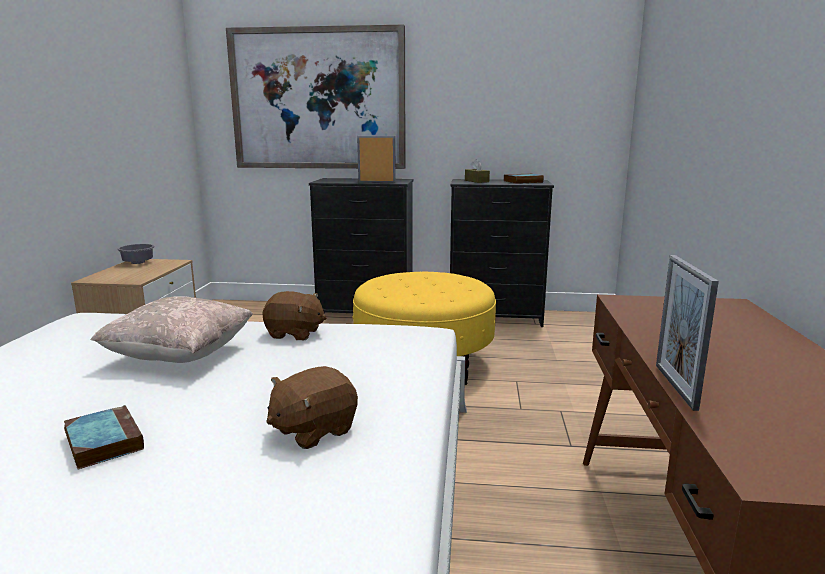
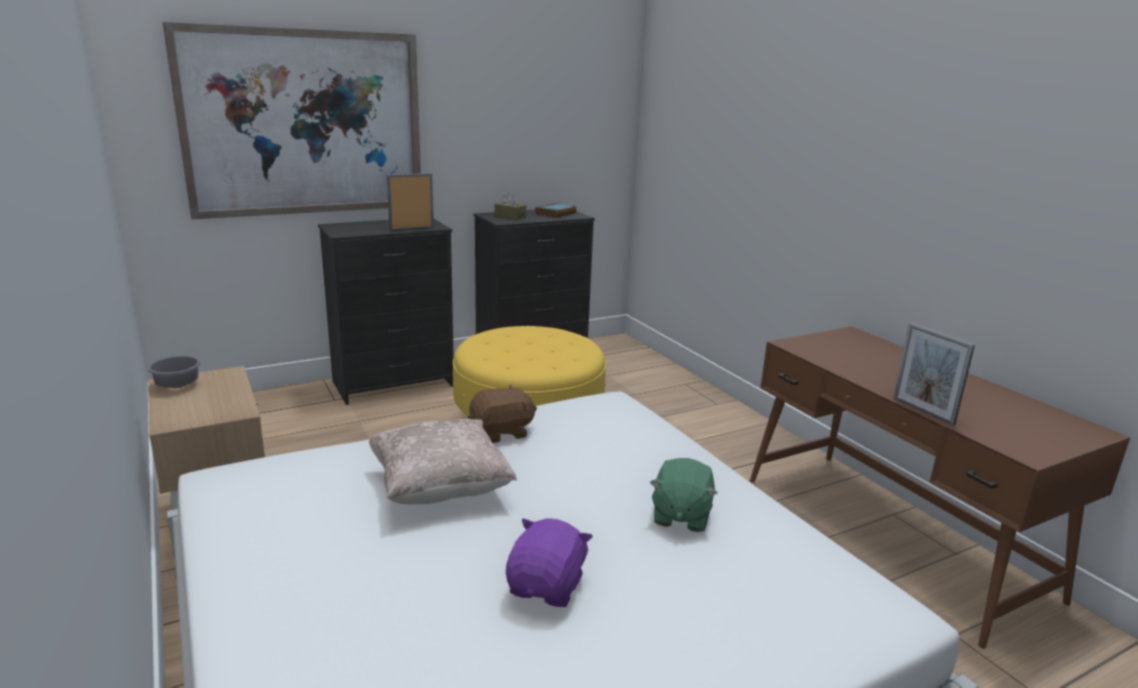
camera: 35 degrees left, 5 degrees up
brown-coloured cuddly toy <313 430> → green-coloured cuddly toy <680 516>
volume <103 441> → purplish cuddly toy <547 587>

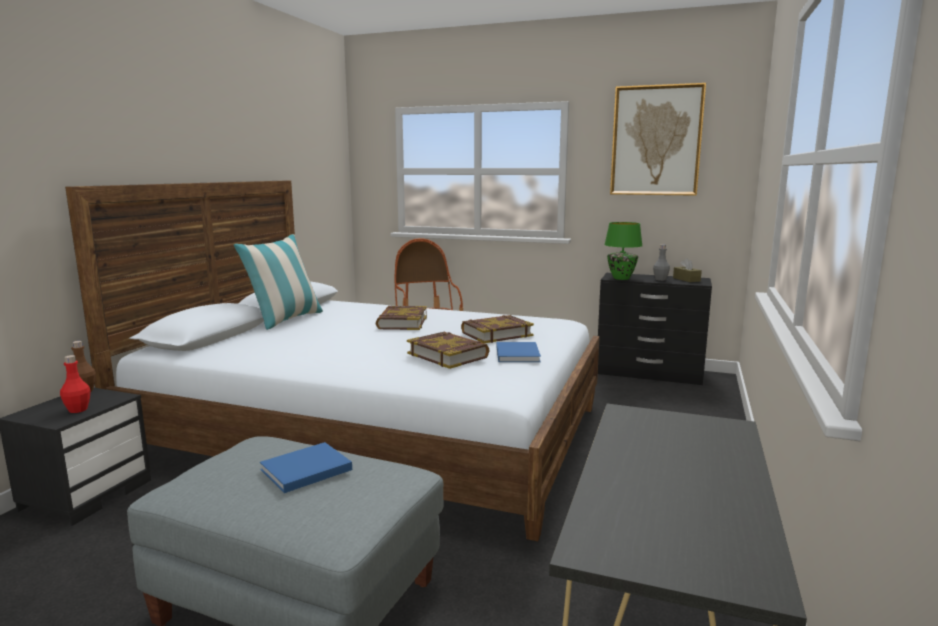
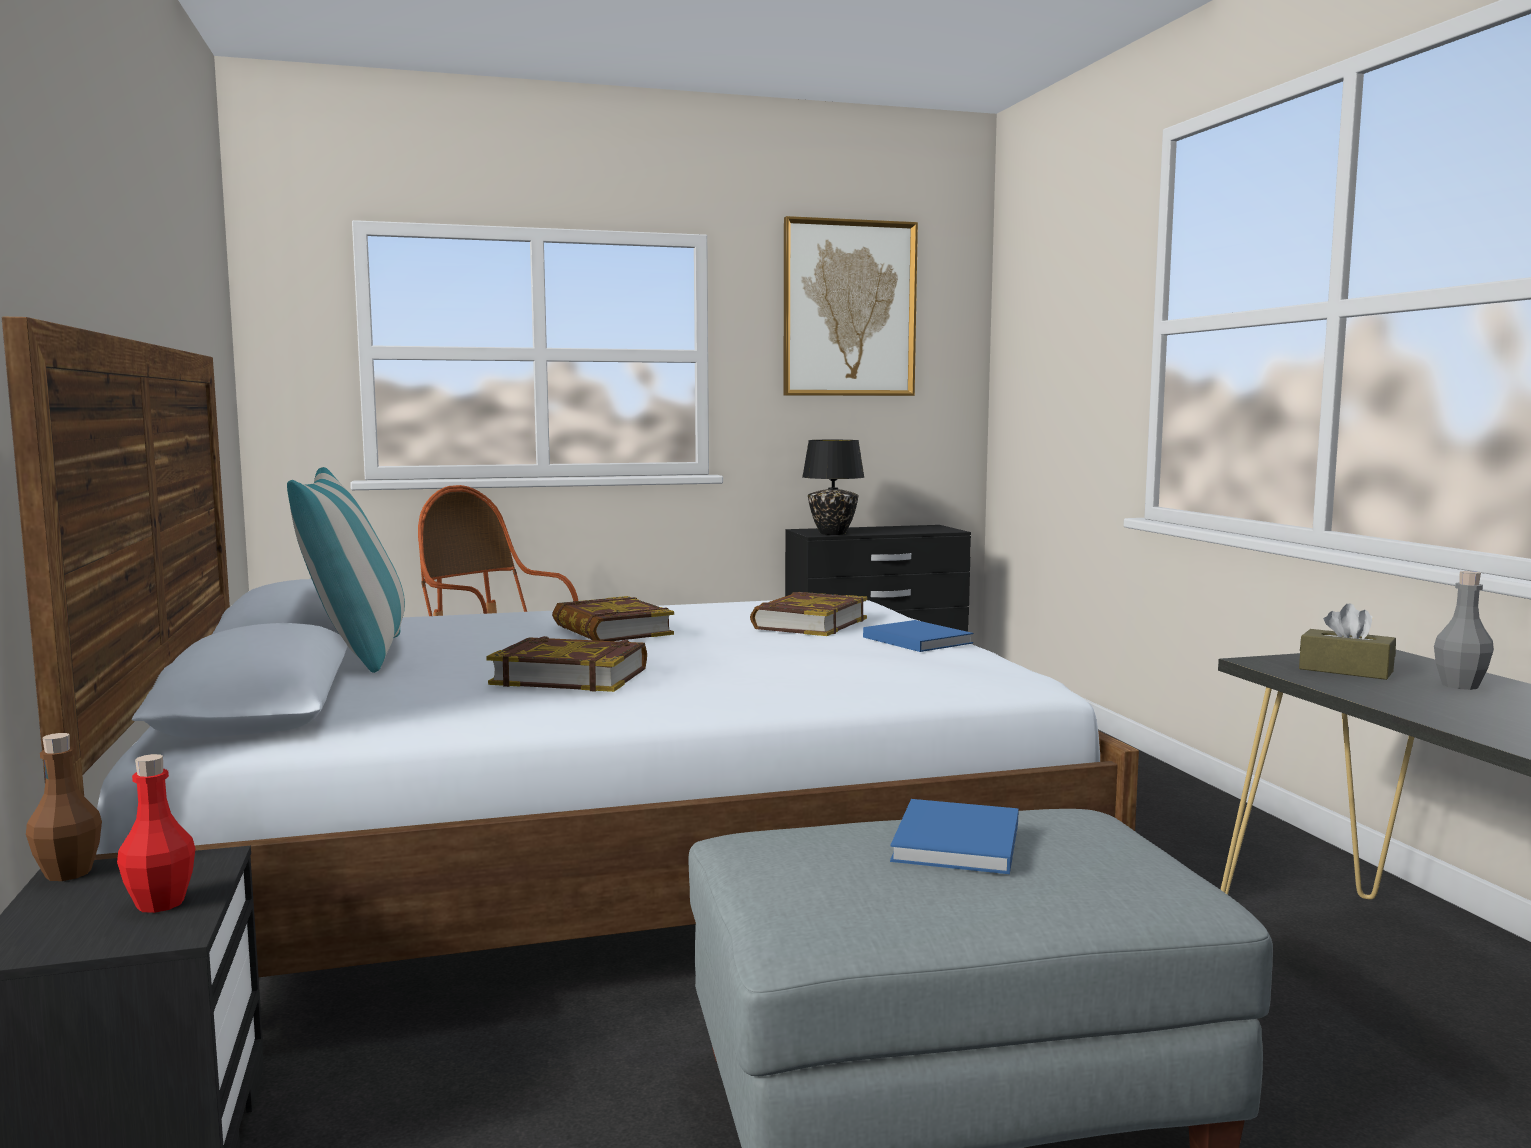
camera: 35 degrees left, 5 degrees down
green-coloured table lamp <620 278> → black-coloured table lamp <832 533>
greyish bottle <660 279> → greyish bottle <1460 685>, shifted
brown-coloured tissue box <686 279> → brown-coloured tissue box <1345 670>, shifted
volume <448 355> → volume <570 676>, shifted

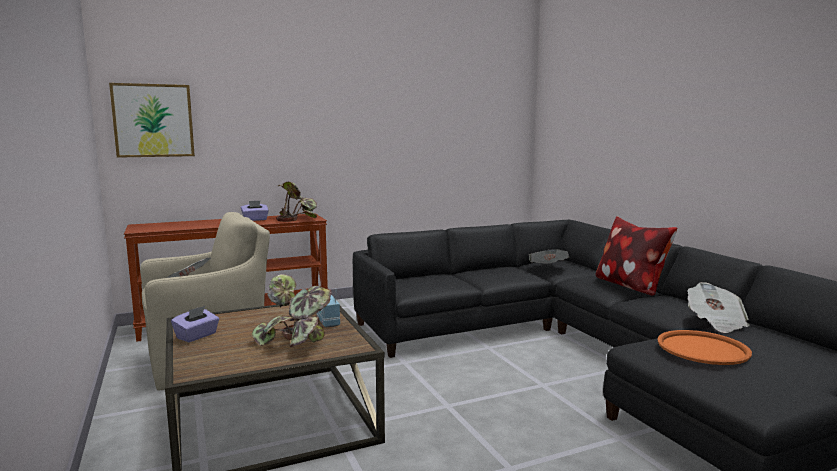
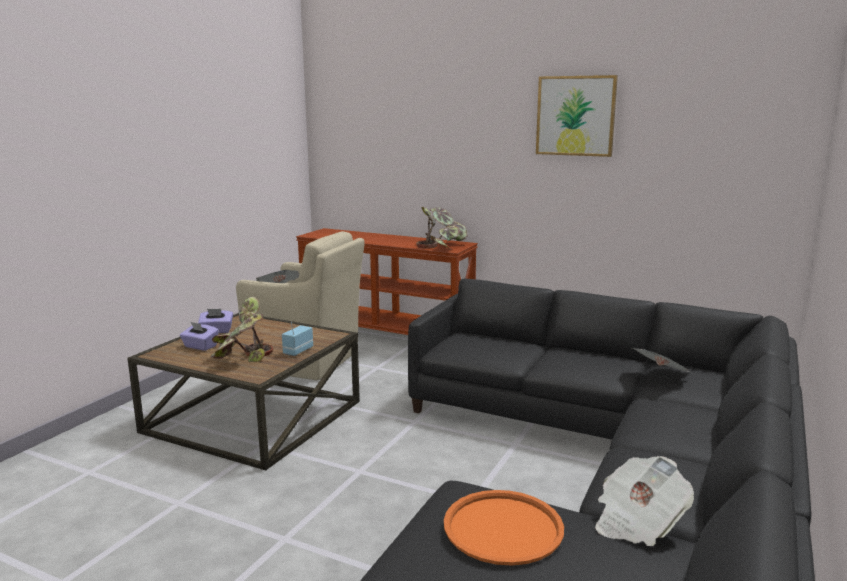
camera: 50 degrees right, 5 degrees up
wall picture <153 120> → wall picture <575 116>, shifted
purplish tissue box <255 219> → purplish tissue box <200 346>, shifted
pillow <630 287> → -

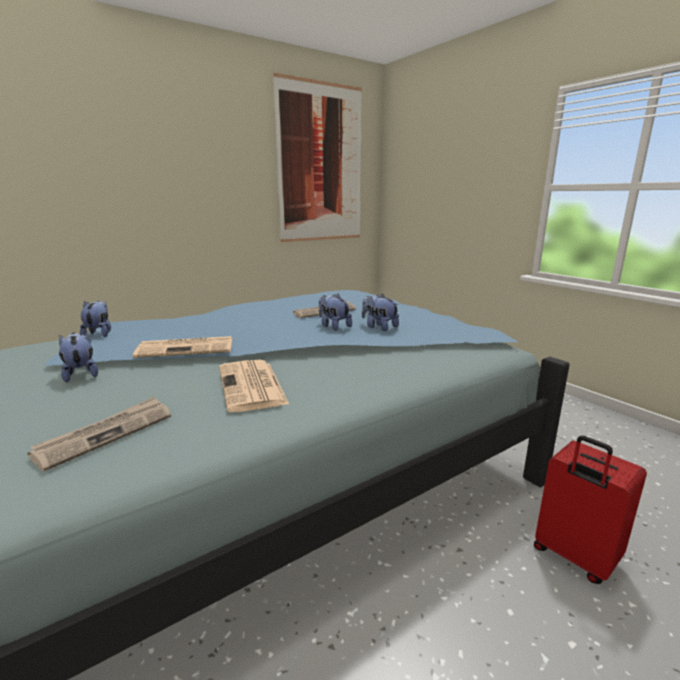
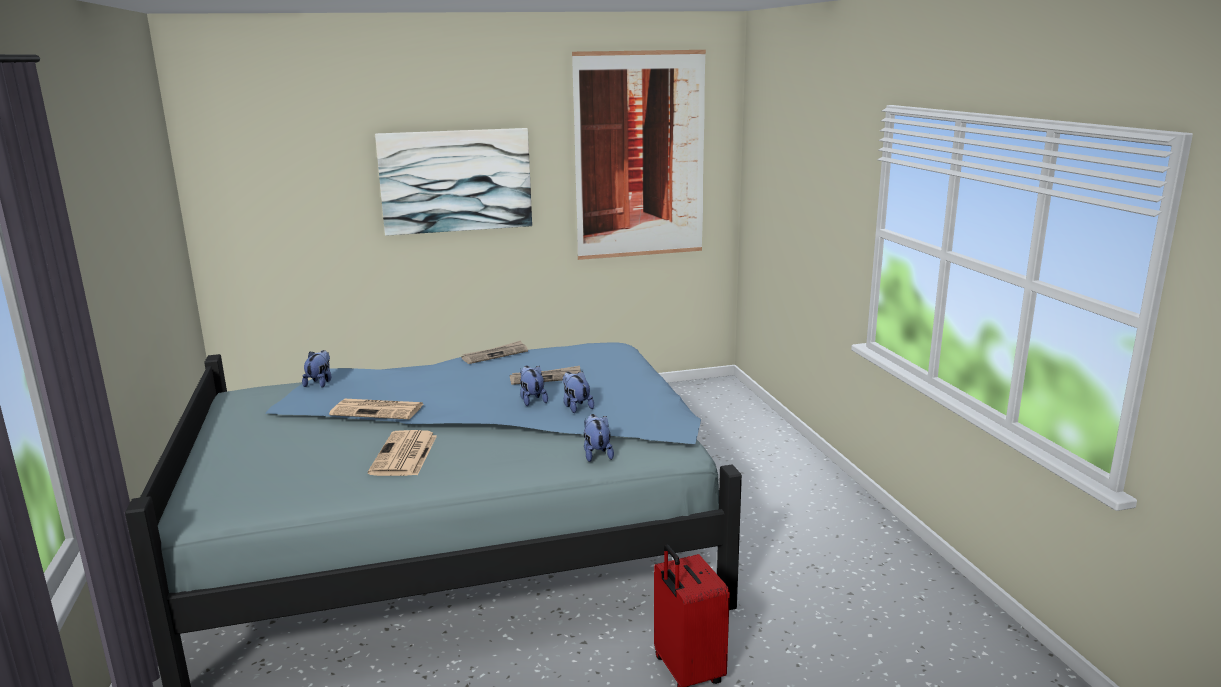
camera: 20 degrees right, 0 degrees up
cuddly toy <81 374> → cuddly toy <596 454>, shifted
daily paper <106 434> → daily paper <495 355>, shifted
- → wall picture <456 181>

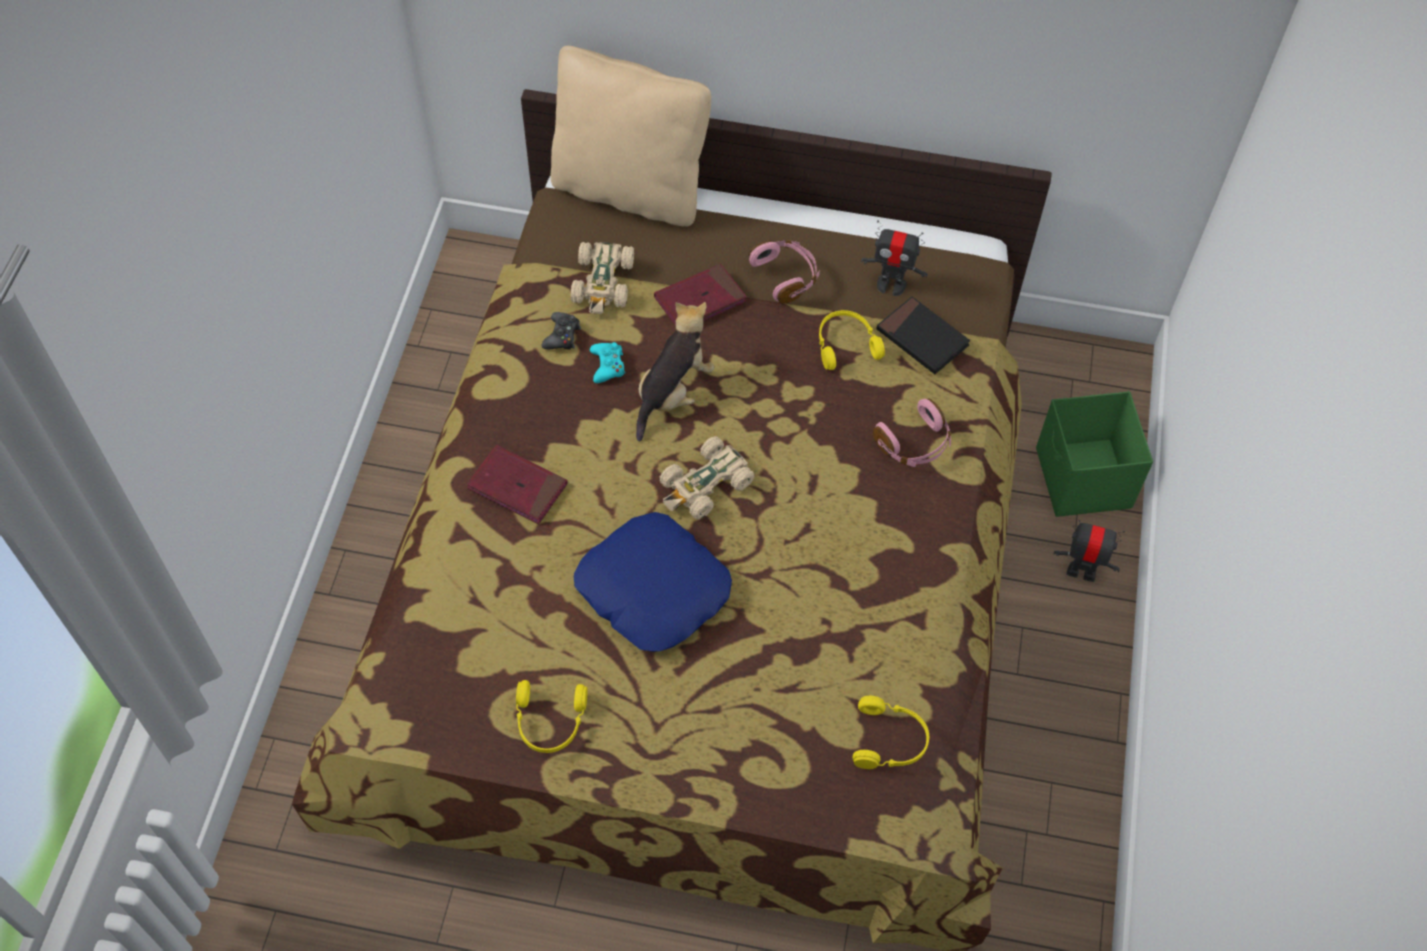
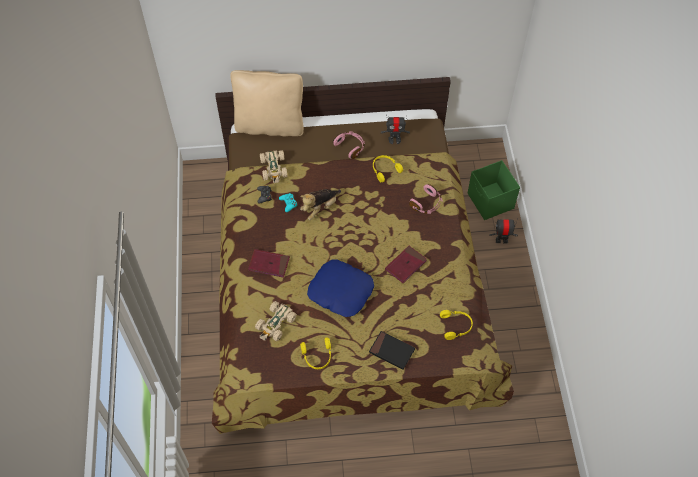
camera: 15 degrees left, 0 degrees up
red volume <700 300> → red volume <405 265>, shifted
black-coloured volume <922 338> → black-coloured volume <391 351>, shifted
cuddly toy <673 392> → cuddly toy <320 208>, 150 degrees counterclockwise
beige toy car <705 485> → beige toy car <276 324>, shifted

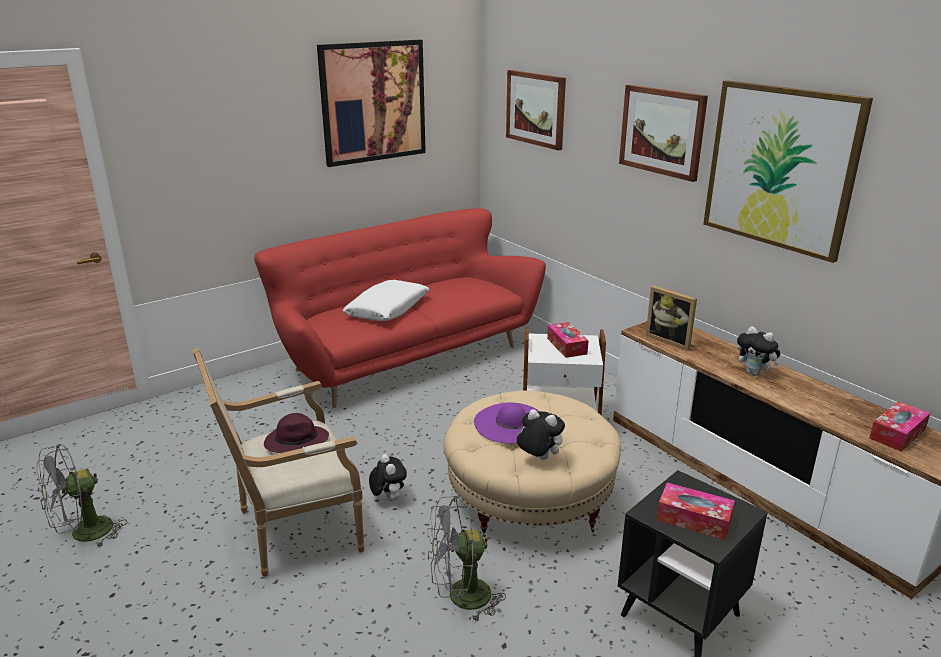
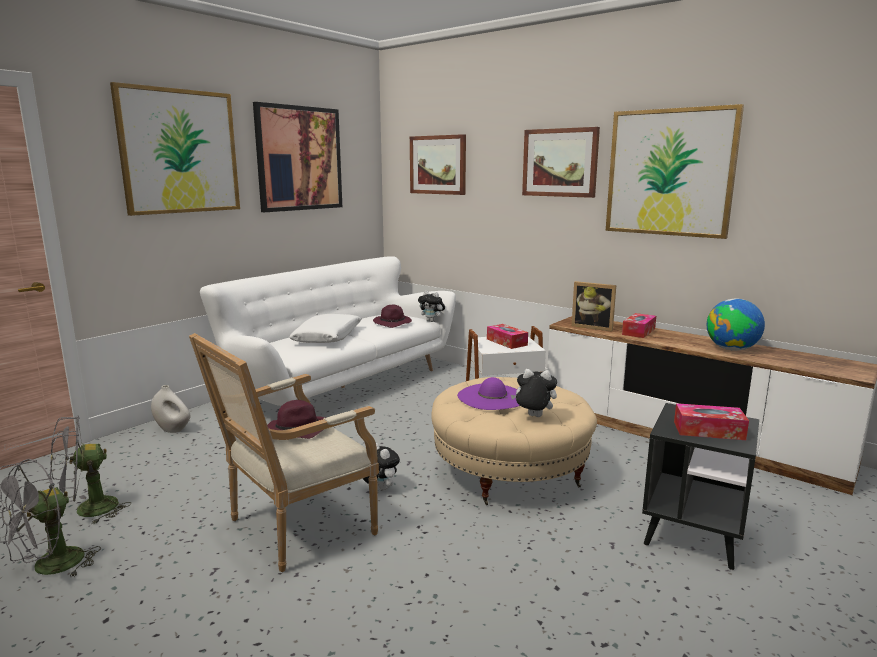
camera: 15 degrees left, 10 degrees down
red couch <404 356> → white couch <339 385>
cuddly toy <755 373> → cuddly toy <432 321>, shifted
tissue box <897 434> → tissue box <638 331>, shifted
greyish cooling fan <460 598> → greyish cooling fan <87 511>, shifted
- → wall picture <179 152>
- → globe <732 349>
- → purplish clothing hat <393 323>
- → white vase <173 429>

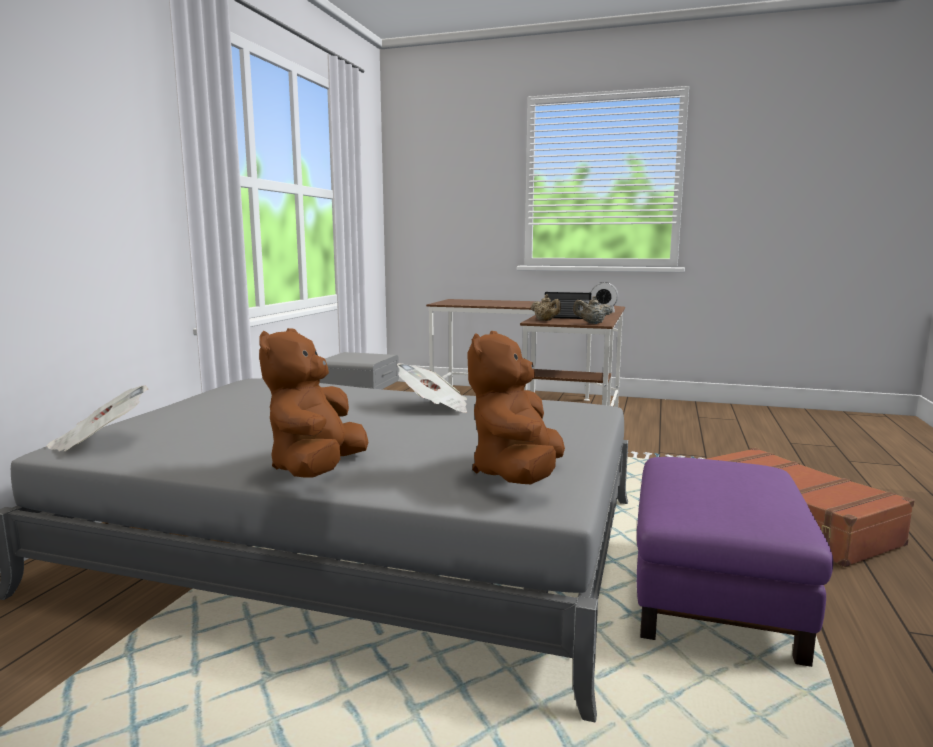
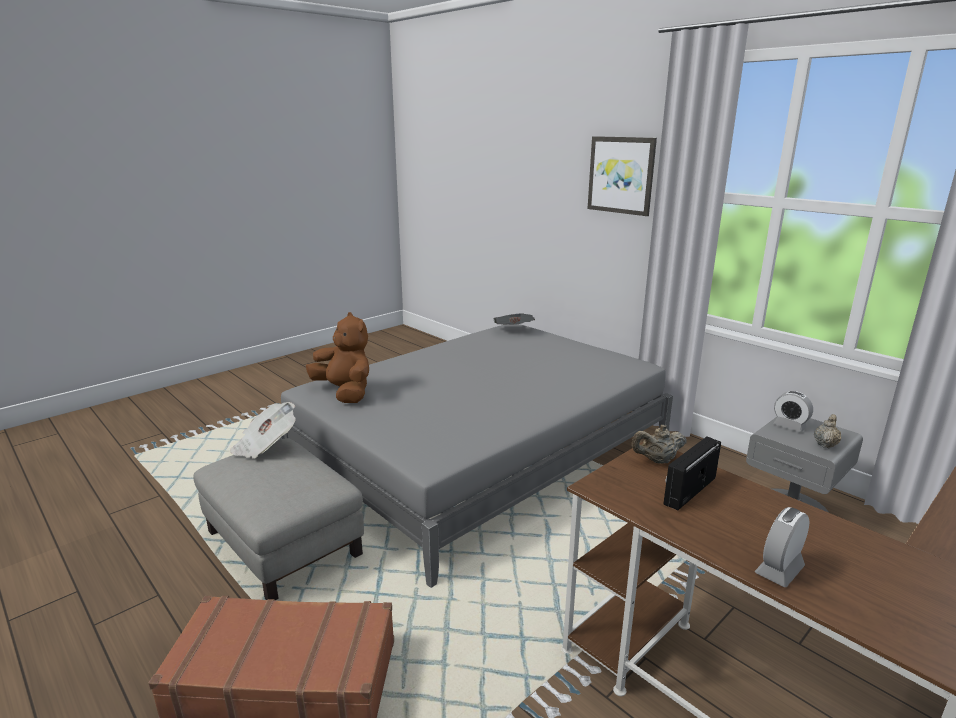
camera: 120 degrees right, 10 degrees up
beige tea pot <592 323> → beige tea pot <825 444>, shifted
brown-coloured cuddly toy <317 470> → -
daily paper <434 407> → daily paper <265 446>, shifted
purplish ottoman <713 594> → greyish ottoman <284 543>
- → wall picture <621 175>
- → table clock <789 426>

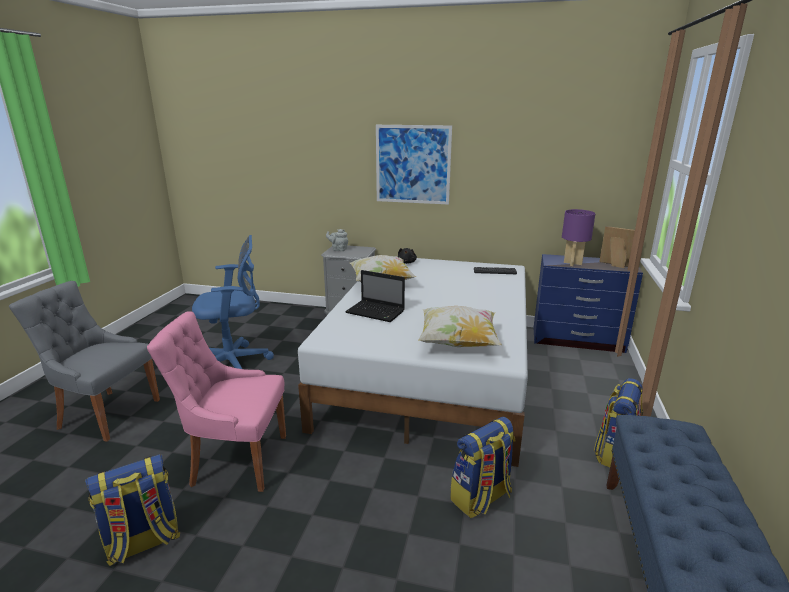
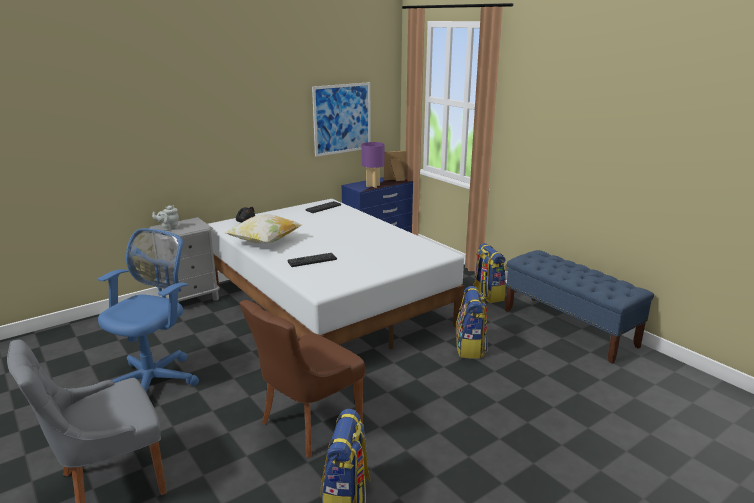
camera: 50 degrees left, 0 degrees up
wall picture <413 164> → wall picture <342 119>, shifted
portable computer <376 312> → computer keyboard <312 260>
pillow <458 343> → -
pink-coloured chair <236 460> → brown-coloured chair <307 424>

